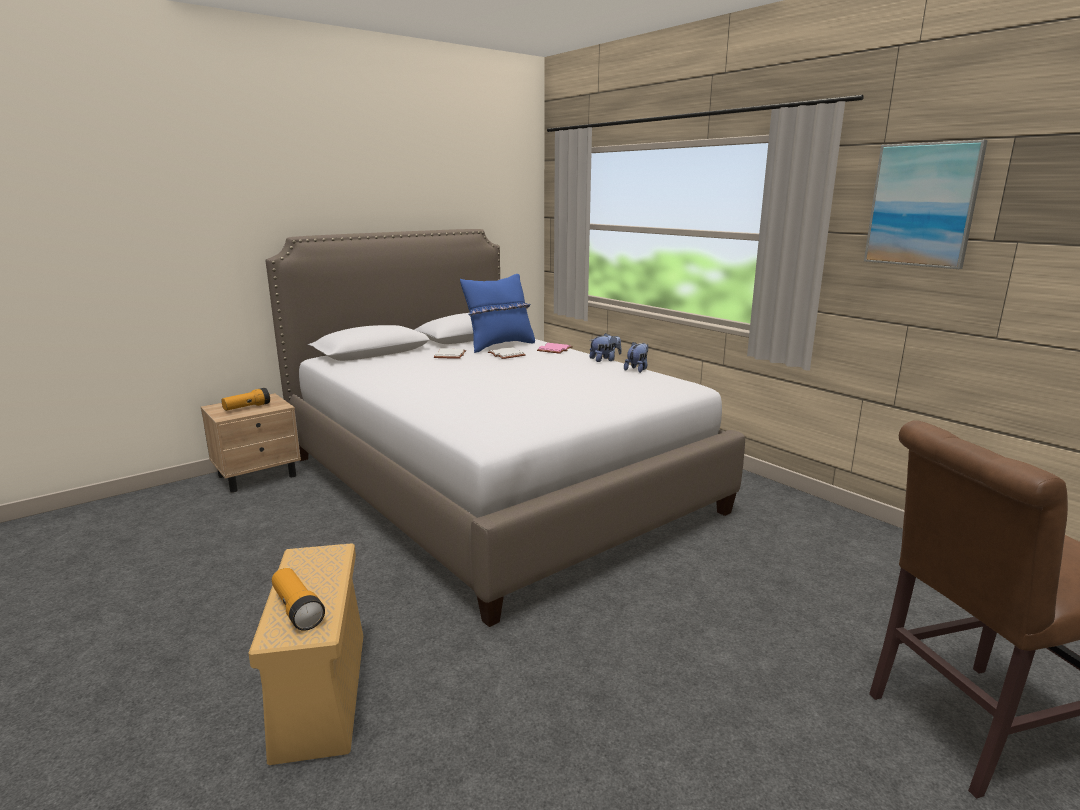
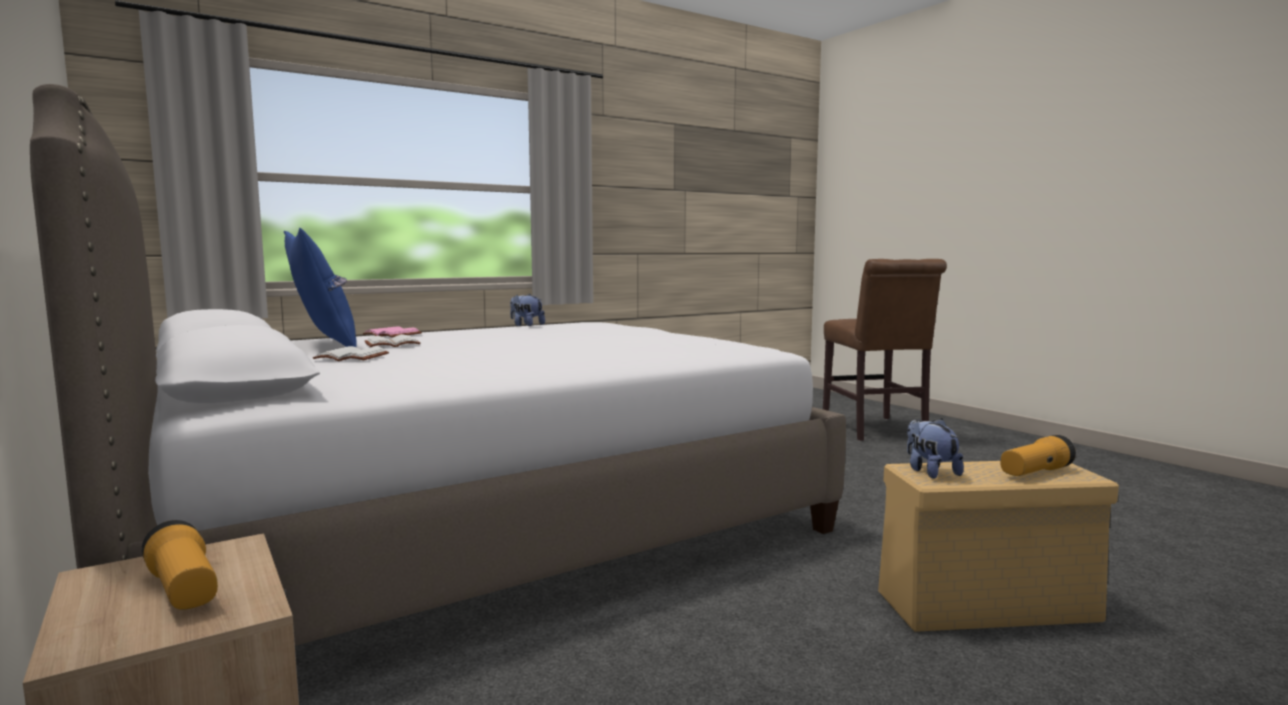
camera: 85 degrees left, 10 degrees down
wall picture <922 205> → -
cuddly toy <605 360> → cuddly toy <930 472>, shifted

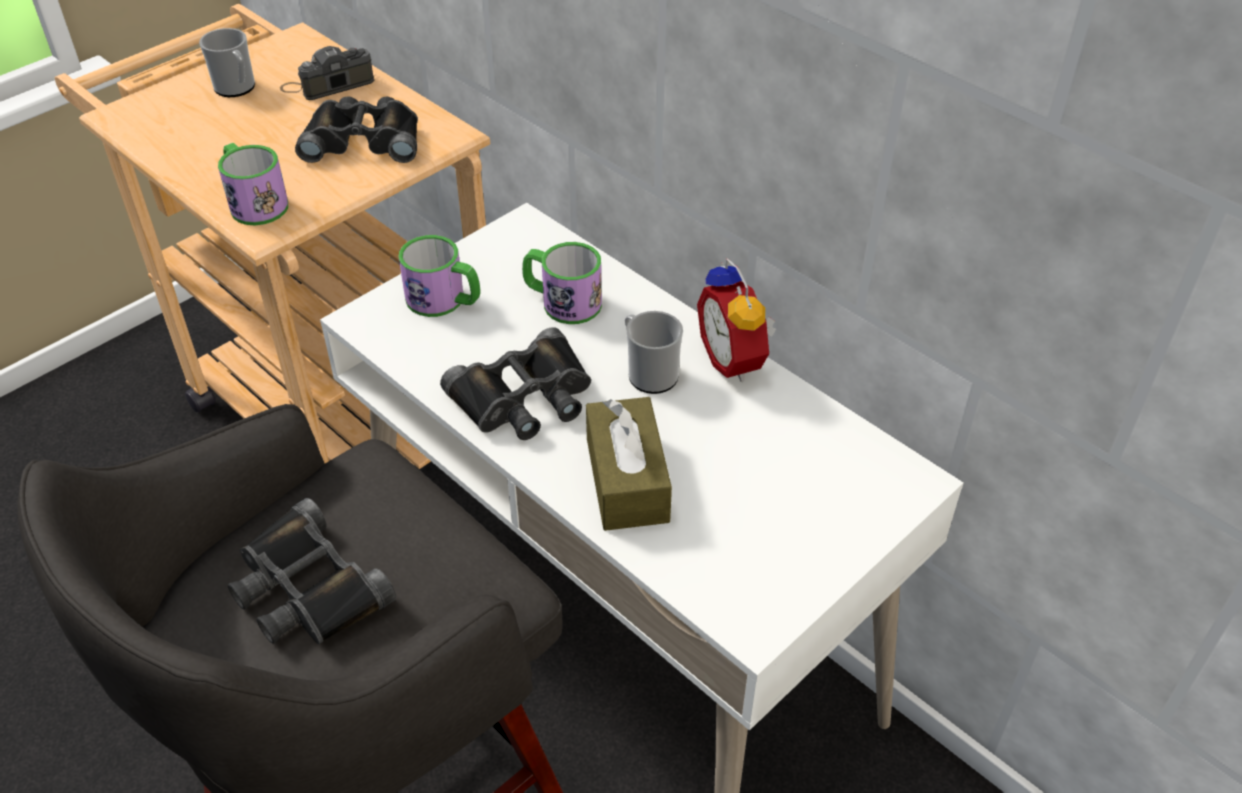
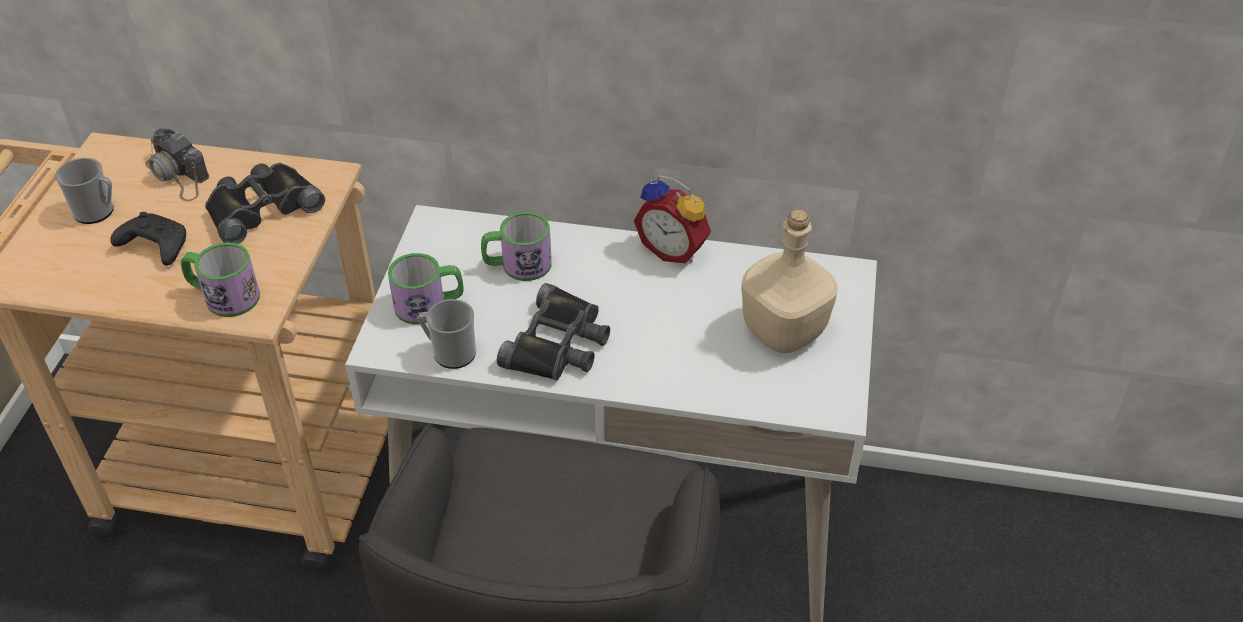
camera: 35 degrees left, 0 degrees up
still camera <328 84> → still camera <178 175>, 75 degrees counterclockwise
tea mug <649 373> → tea mug <450 352>, shifted
brown-coloured tissue box <627 480> → -
black-coloured pair of binoculars <306 588> → -
- → beige bottle <785 332>
- → black-coloured joypad <154 247>

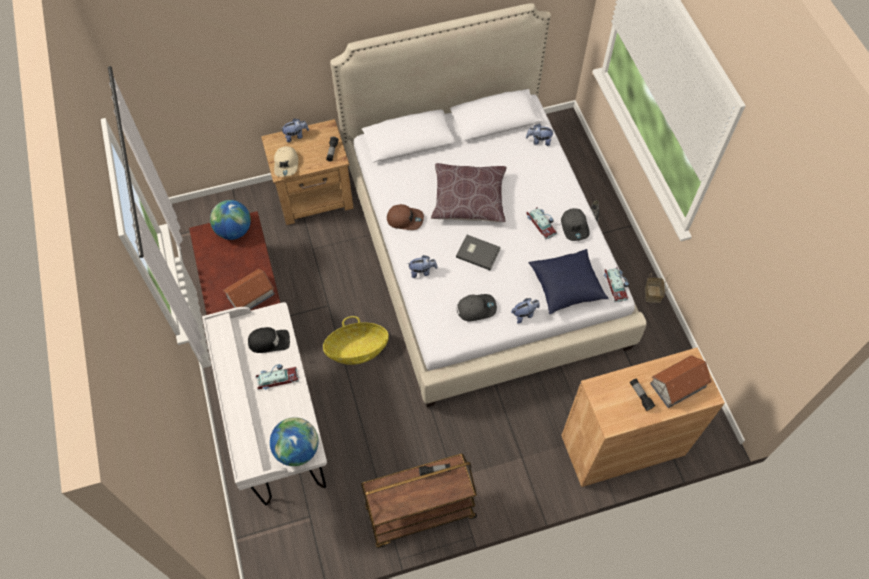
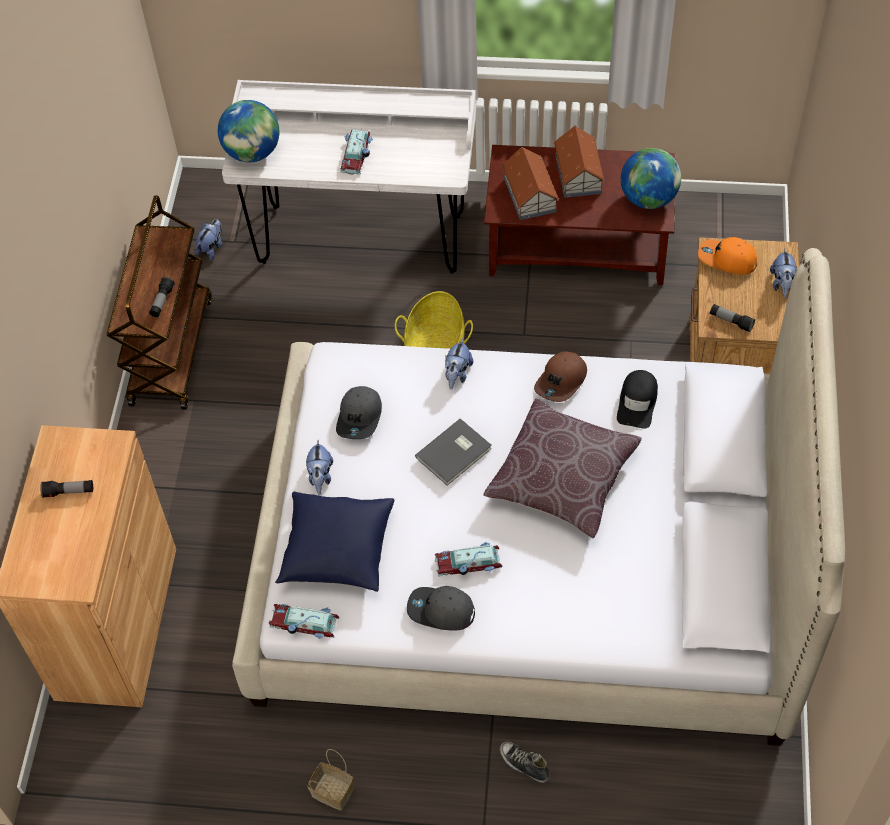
camera: 115 degrees right, 5 degrees down
cuddly toy <539 141> → cuddly toy <212 248>, shifted
beige baseball cap <286 164> → orangey baseball cap <726 260>
black-coloured baseball cap <269 341> → black-coloured baseball cap <637 402>, shifted
toy house <678 385> → toy house <578 174>, shifted

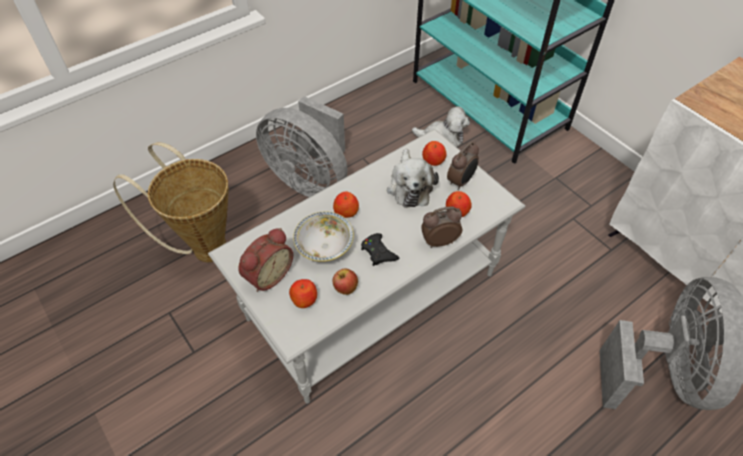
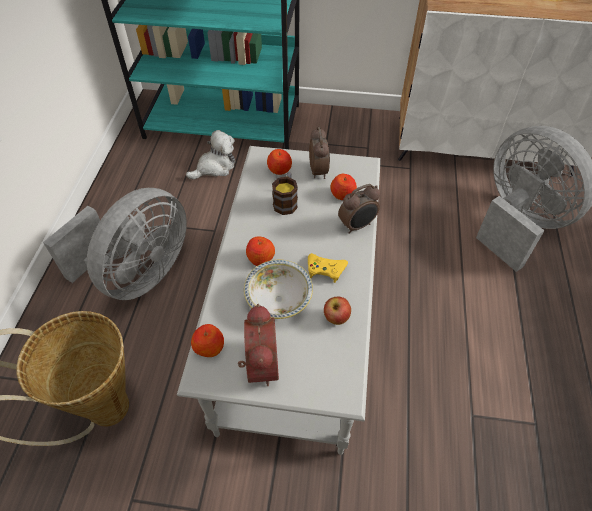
camera: 45 degrees left, 0 degrees up
greyish cooling fan <310 179> → greyish cooling fan <139 275>, 45 degrees counterclockwise
cuddly toy <409 186> → tea mug <286 201>
table clock <439 241> → table clock <357 226>, 150 degrees counterclockwise
black-coloured joypad <378 252> → yellowish joypad <325 269>
apple <304 299> → apple <209 347>, shifted

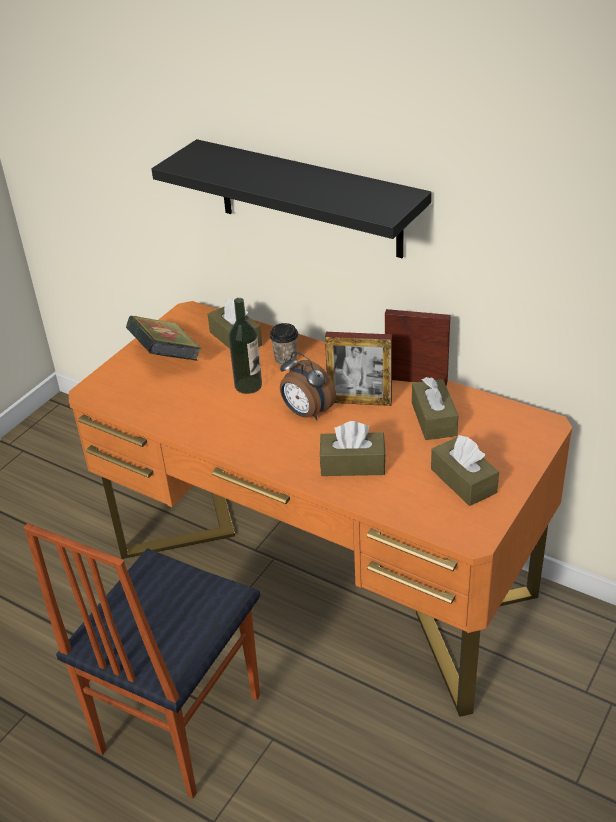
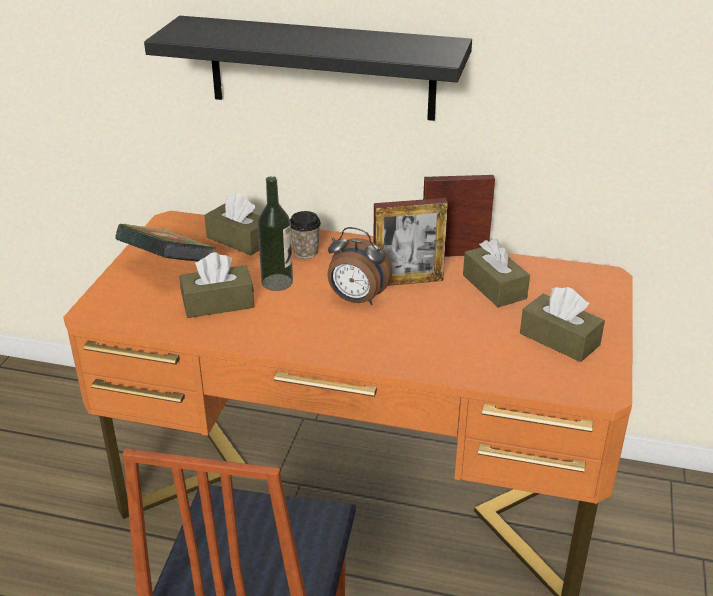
camera: 20 degrees left, 5 degrees down
brown-coloured tissue box <352 464> → brown-coloured tissue box <218 303>, shifted

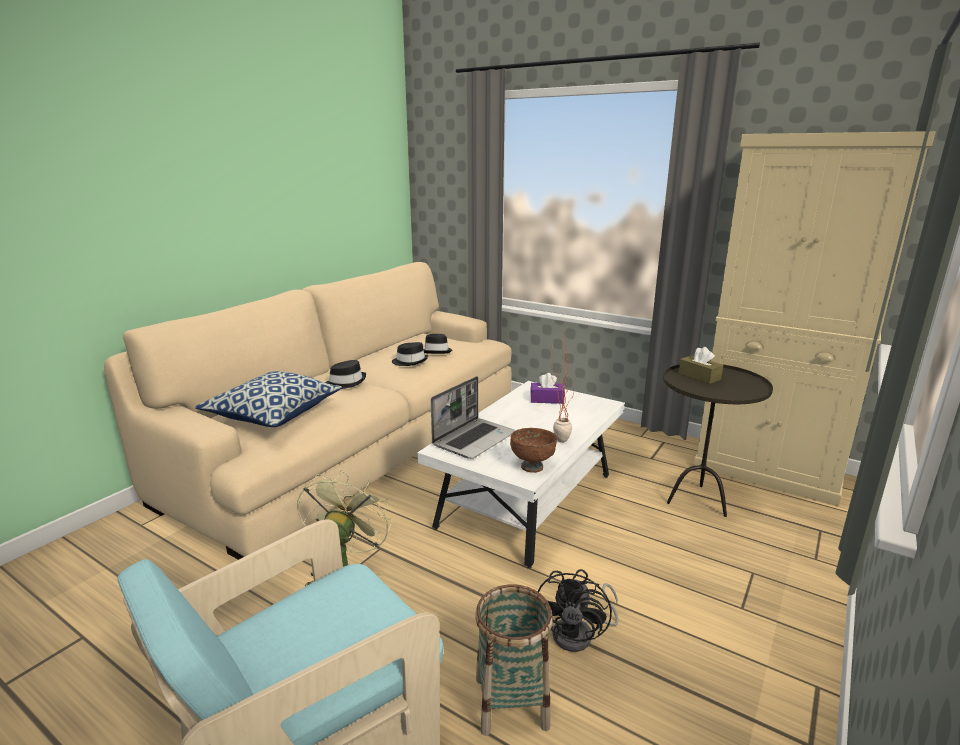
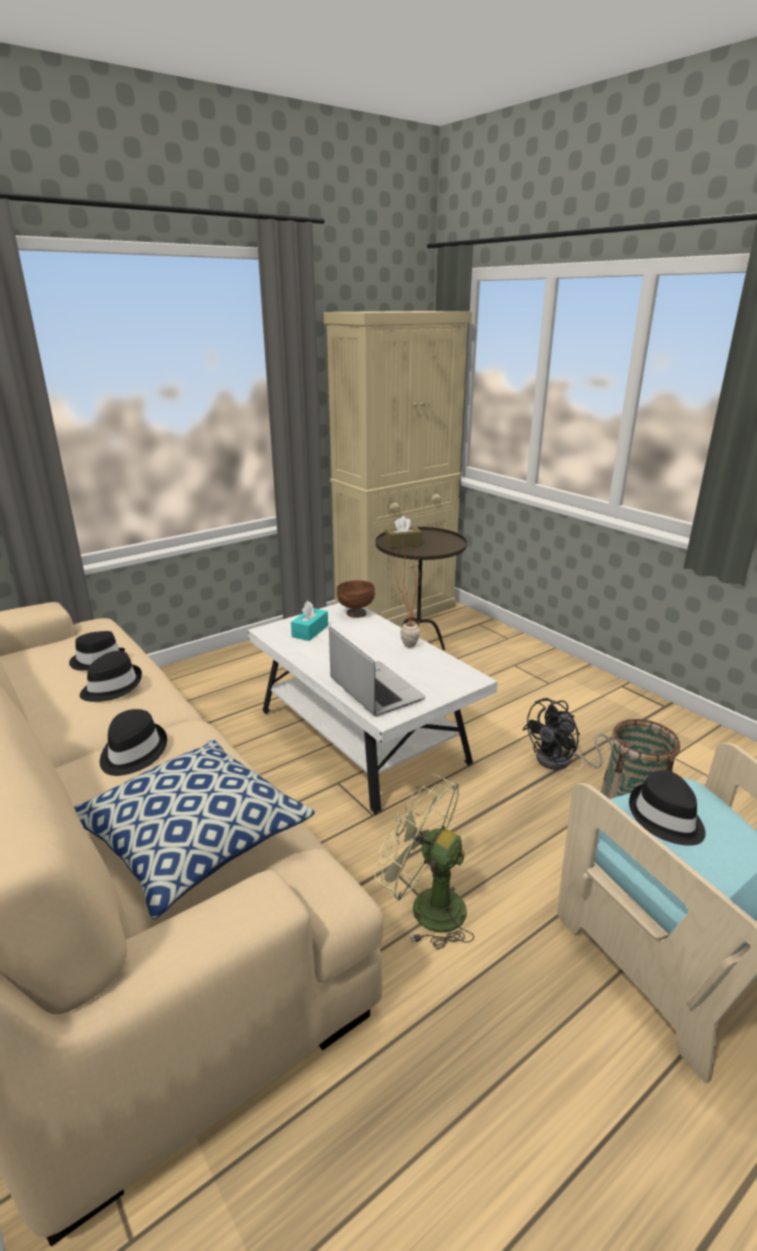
camera: 70 degrees left, 5 degrees up
purplish tissue box <547 399> → turquoise-coloured tissue box <310 631>
brown-coloured bowl <532 466> → brown-coloured bowl <355 613>, shifted
black-coloured cooling fan <580 634> → black-coloured cooling fan <561 761>, 105 degrees clockwise
- → black-coloured clothing hat <665 818>

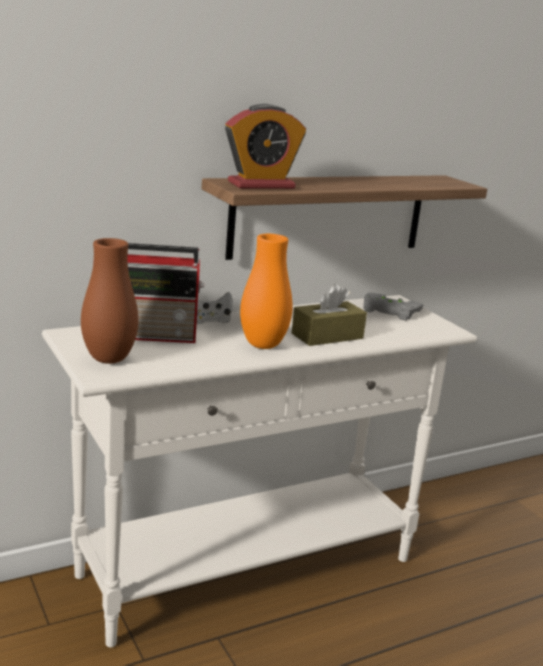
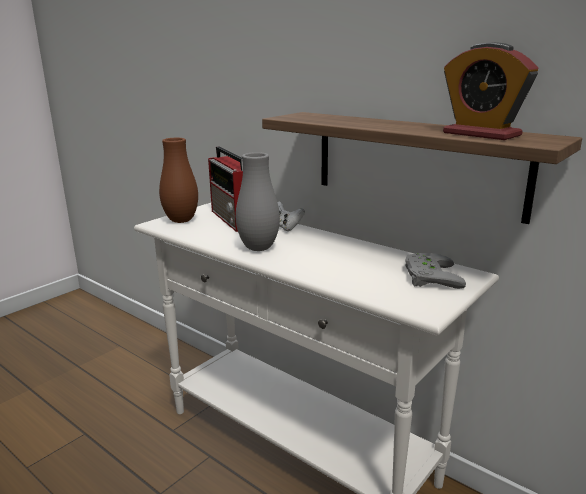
camera: 70 degrees right, 0 degrees up
table clock <261 185> → table clock <481 134>, shifted
orangey vase <263 345> → greyish vase <258 248>
brown-coloured tissue box <327 336> → -

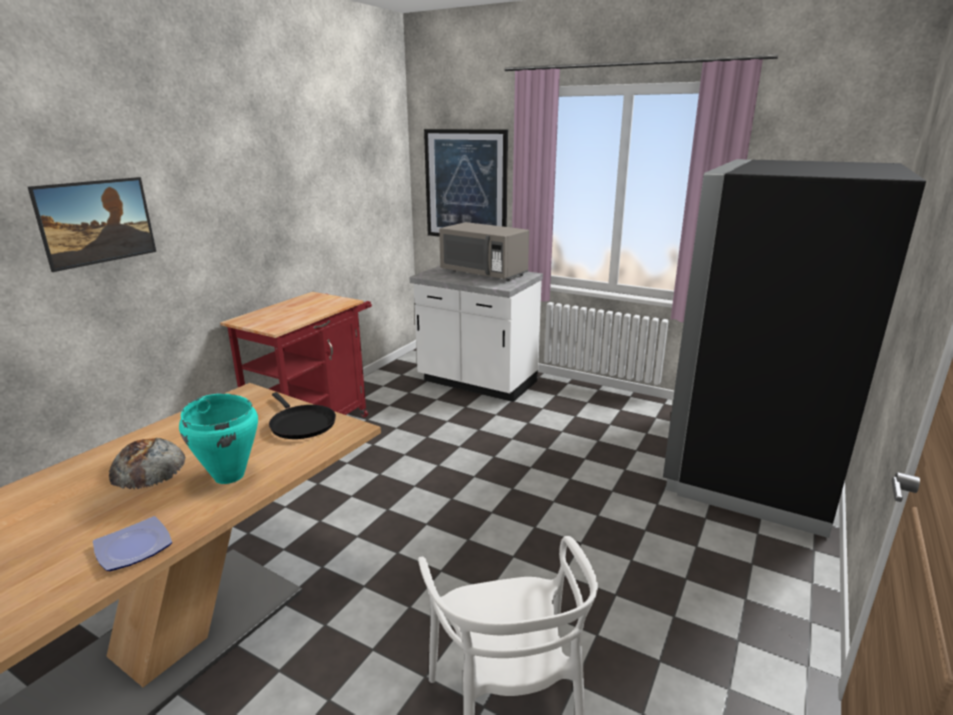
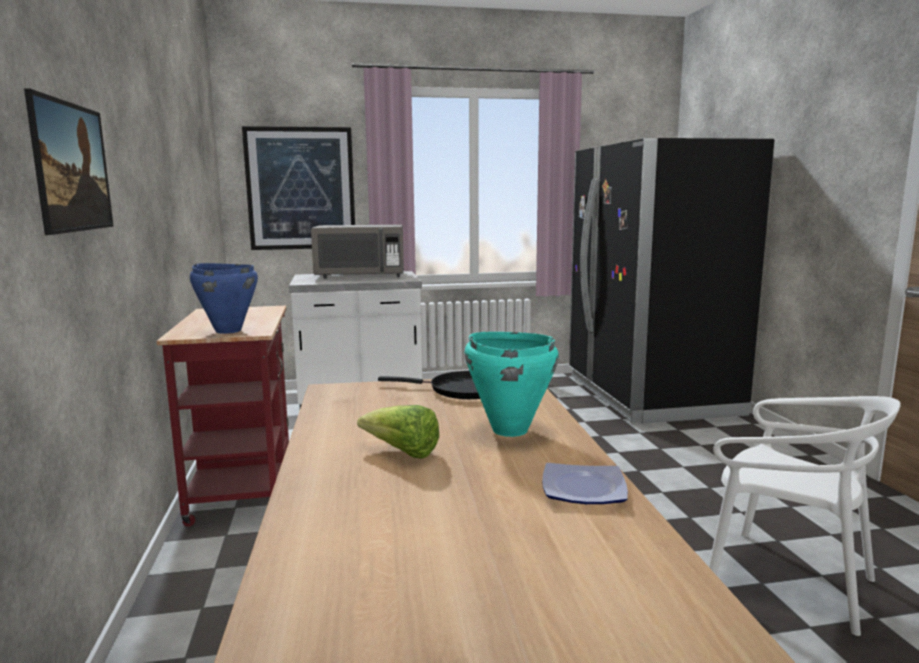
camera: 40 degrees left, 10 degrees down
baked bread <147 466> → lettuce head <402 453>
- → bluish stockpot <228 331>

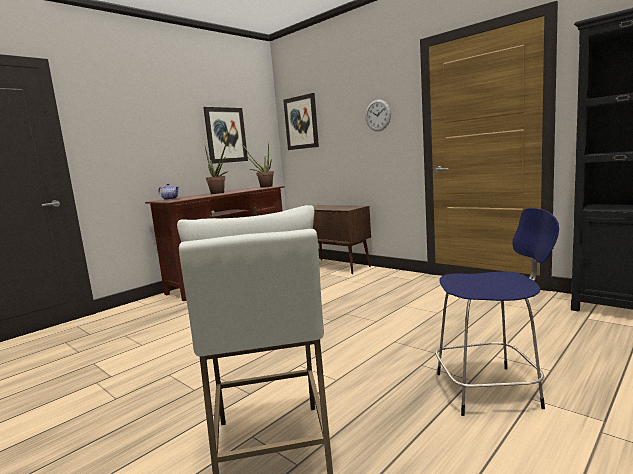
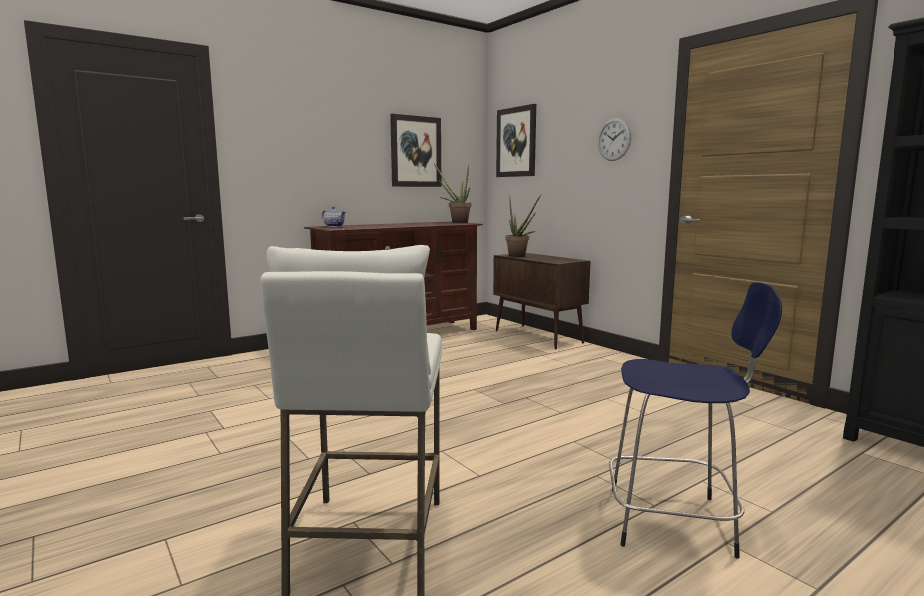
camera: 10 degrees right, 0 degrees up
potted plant <219 193> → potted plant <519 256>, shifted

